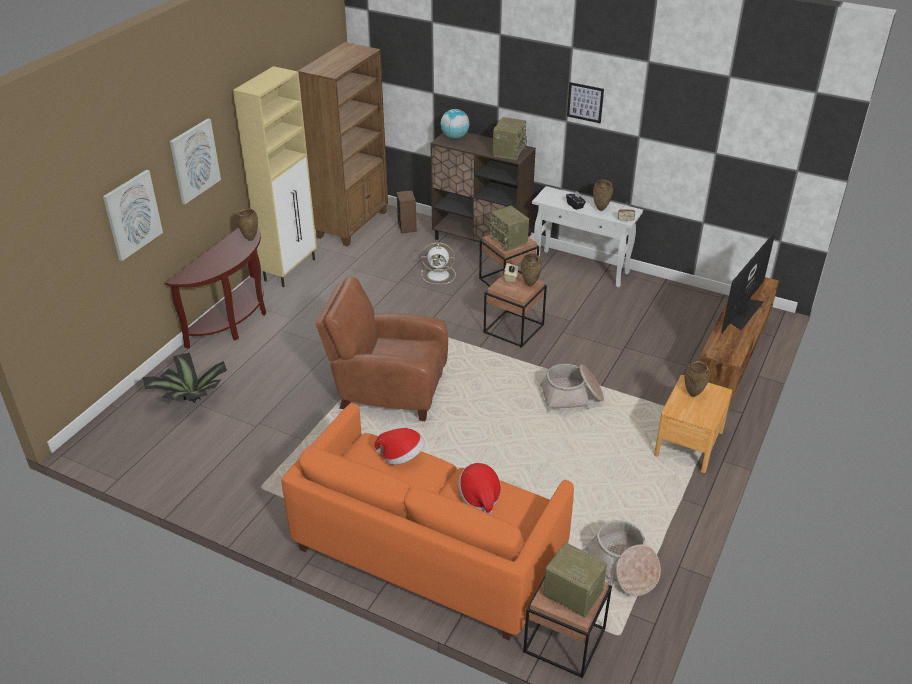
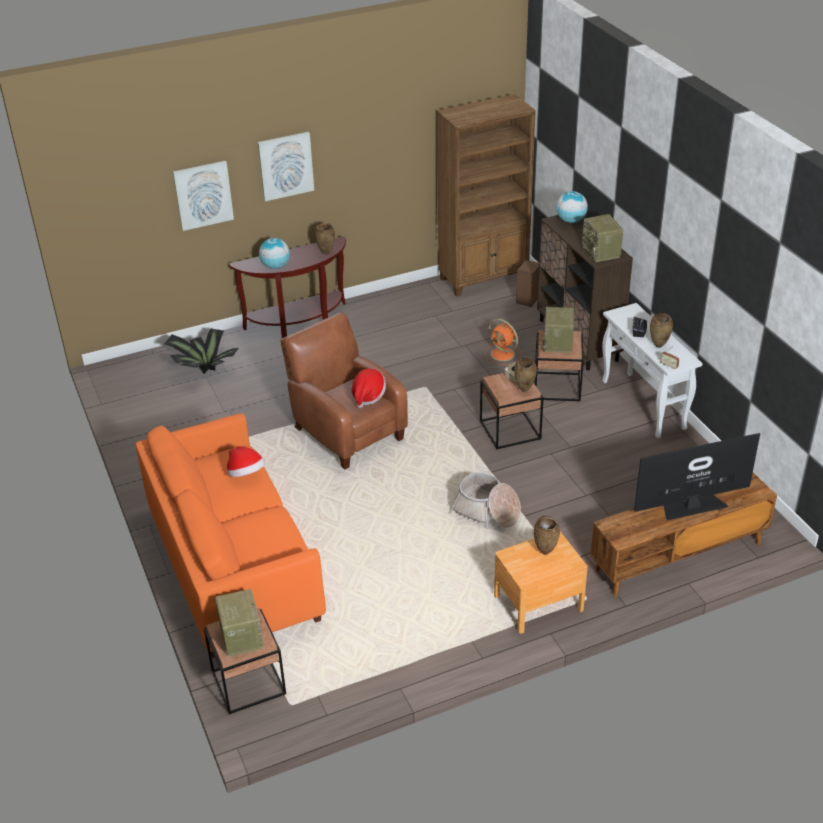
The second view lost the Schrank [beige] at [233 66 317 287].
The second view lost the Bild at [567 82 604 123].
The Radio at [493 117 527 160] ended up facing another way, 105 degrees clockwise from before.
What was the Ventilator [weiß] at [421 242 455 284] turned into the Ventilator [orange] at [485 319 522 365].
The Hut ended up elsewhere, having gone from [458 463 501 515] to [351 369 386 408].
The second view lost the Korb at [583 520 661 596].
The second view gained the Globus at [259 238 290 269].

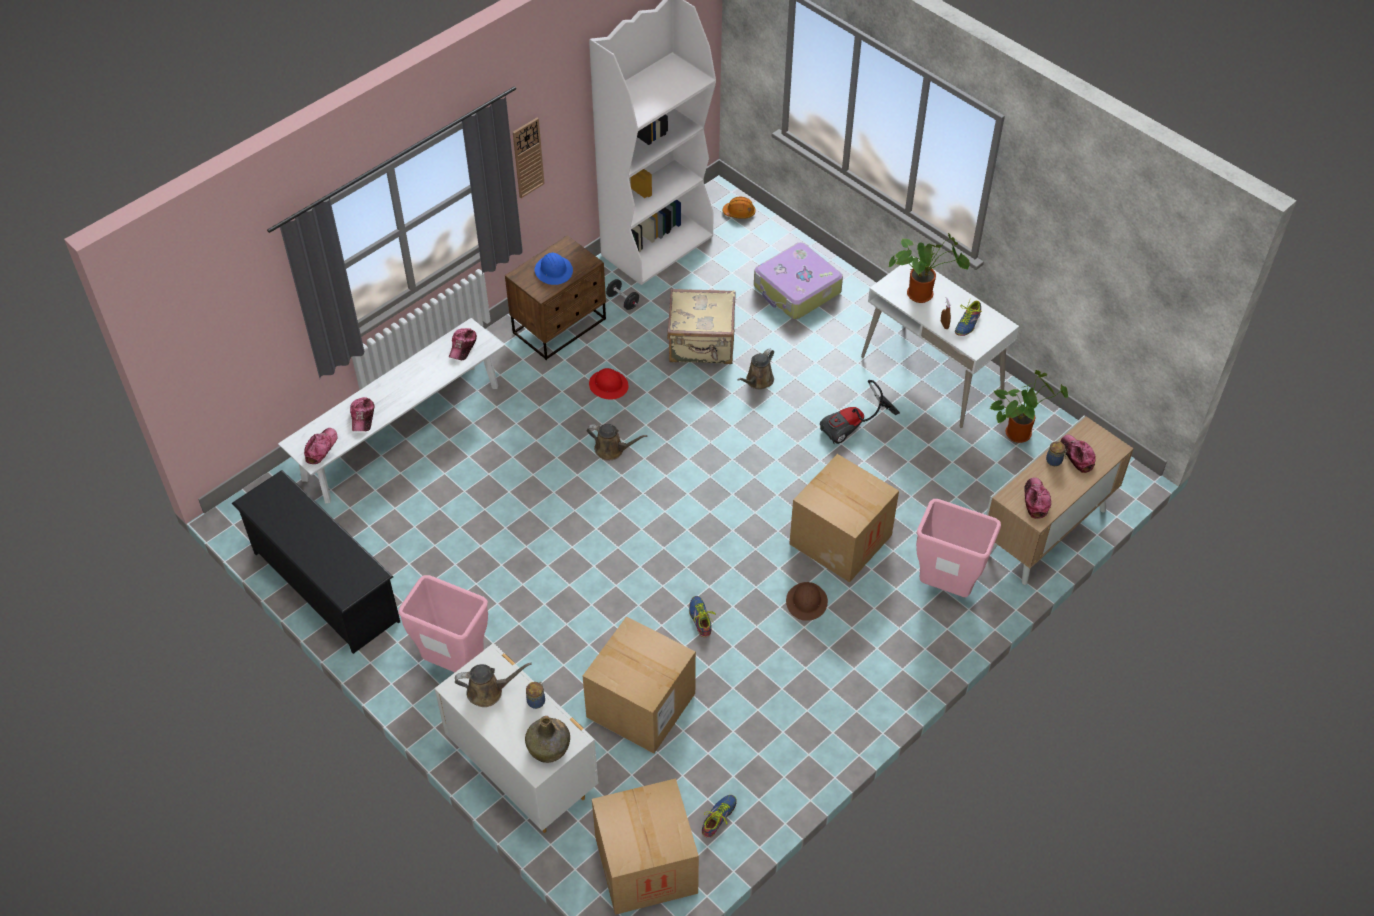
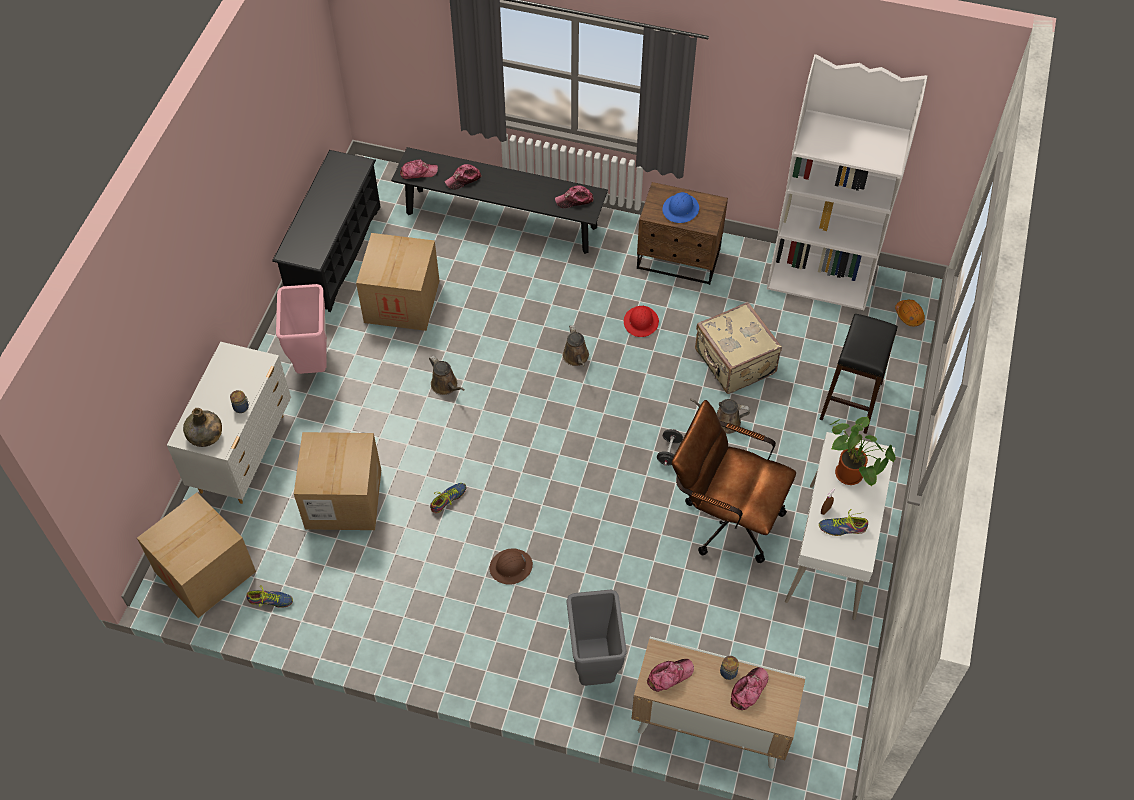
The second view lost the Wanduhr at [513 118 545 198].
Where the Koffer stood at [754 242 843 319], the Hocker [schwarz] came to stand at [819 314 898 434].
The Hantel [schwarz] ended up elsewhere, having gone from [606 279 639 310] to [657 429 683 466].
What was the Bank [weiß] at [278 318 505 503] turned into the Bank [schwarz] at [391 147 608 254].
The second view lost the Topfpflanze at [989 370 1068 443].
Where the Staubsauger stood at [820 380 900 444], the Bürostuhl [braun] came to stand at [672 400 796 563].
The Karton ended up elsewhere, having gone from [789 454 899 583] to [356 233 440 331].
What was the Mülleimer [rosa] at [916 499 1001 597] turned into the Mülleimer [grau] at [566 590 627 686].
The Gießkanne [braun] ended up elsewhere, having gone from [455 663 532 707] to [429 355 465 395].

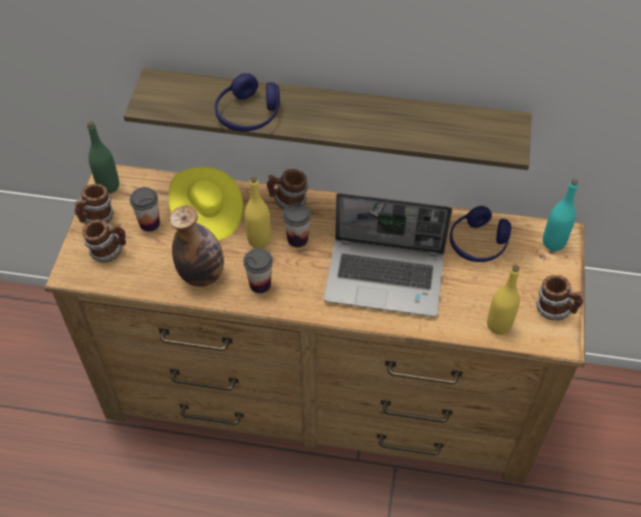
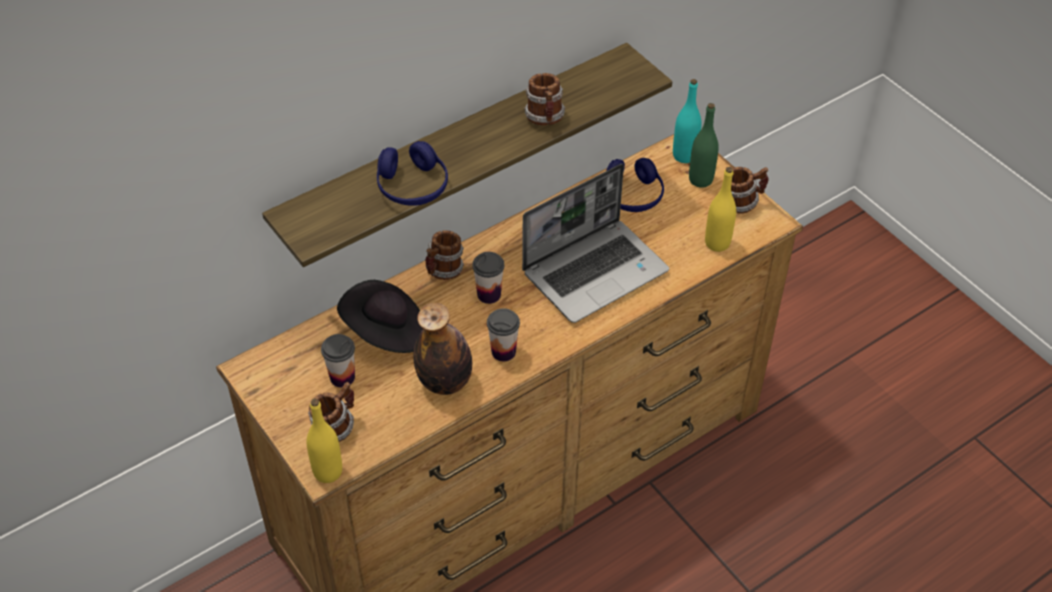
The Flasche [grün] ended up elsewhere, having gone from [87 121 119 194] to [689 103 719 188].
What was the Hut [gelb] at [169 167 243 241] turned into the Hut [schwarz] at [337 280 423 353].
The Flasche [gelb] ended up elsewhere, having gone from [244 177 271 248] to [306 399 342 483].
The Henkelbecher ended up elsewhere, having gone from [74 183 114 224] to [524 73 565 126].

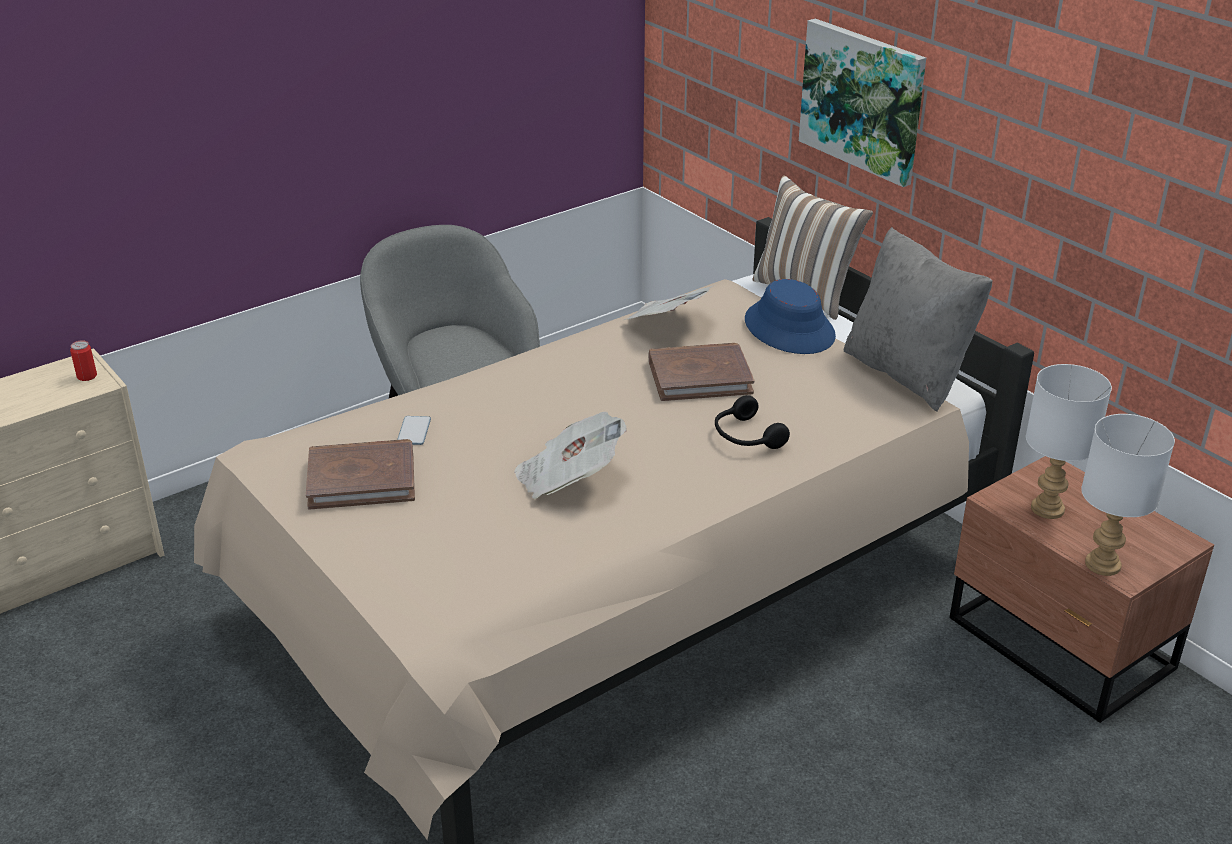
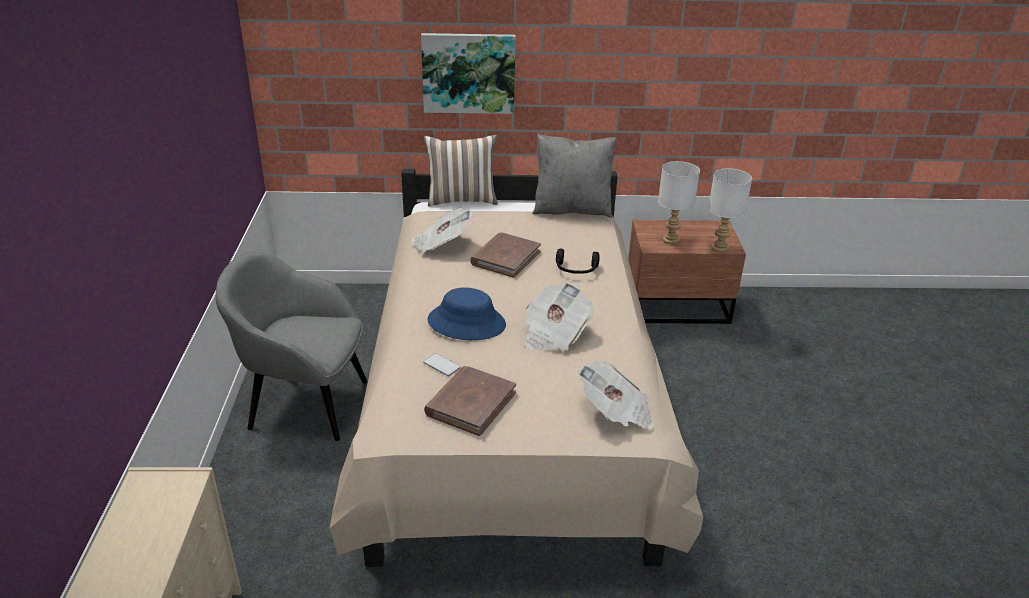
The Hut [blau] ended up elsewhere, having gone from [745 279 836 354] to [427 288 506 340].
The second view lost the Dose at [70 341 97 381].
The second view gained the Zeitung at [578 361 654 429].

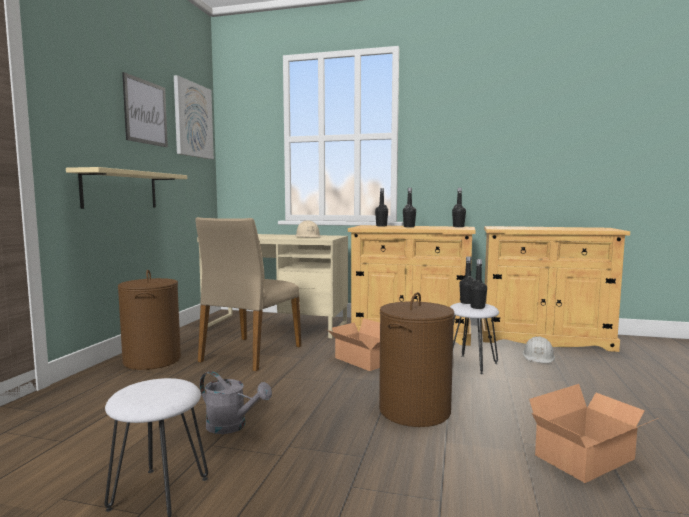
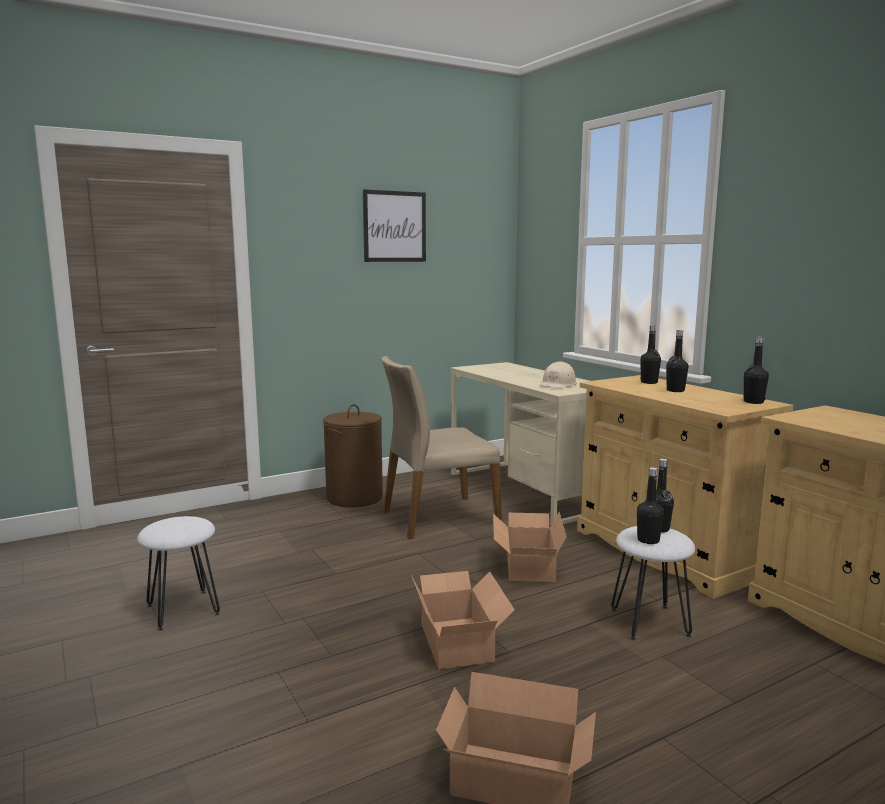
The second view lost the Bild at [174 75 214 159].
The second view lost the Wandregal [beige] at [66 167 187 209].
Where the Wäschekorb [braun] stood at [379 292 454 427], the Karton came to stand at [411 571 515 669].
The second view lost the Schutzhelm [weiß] at [523 337 555 364].
The second view lost the Gießkanne [grau] at [200 371 272 434].

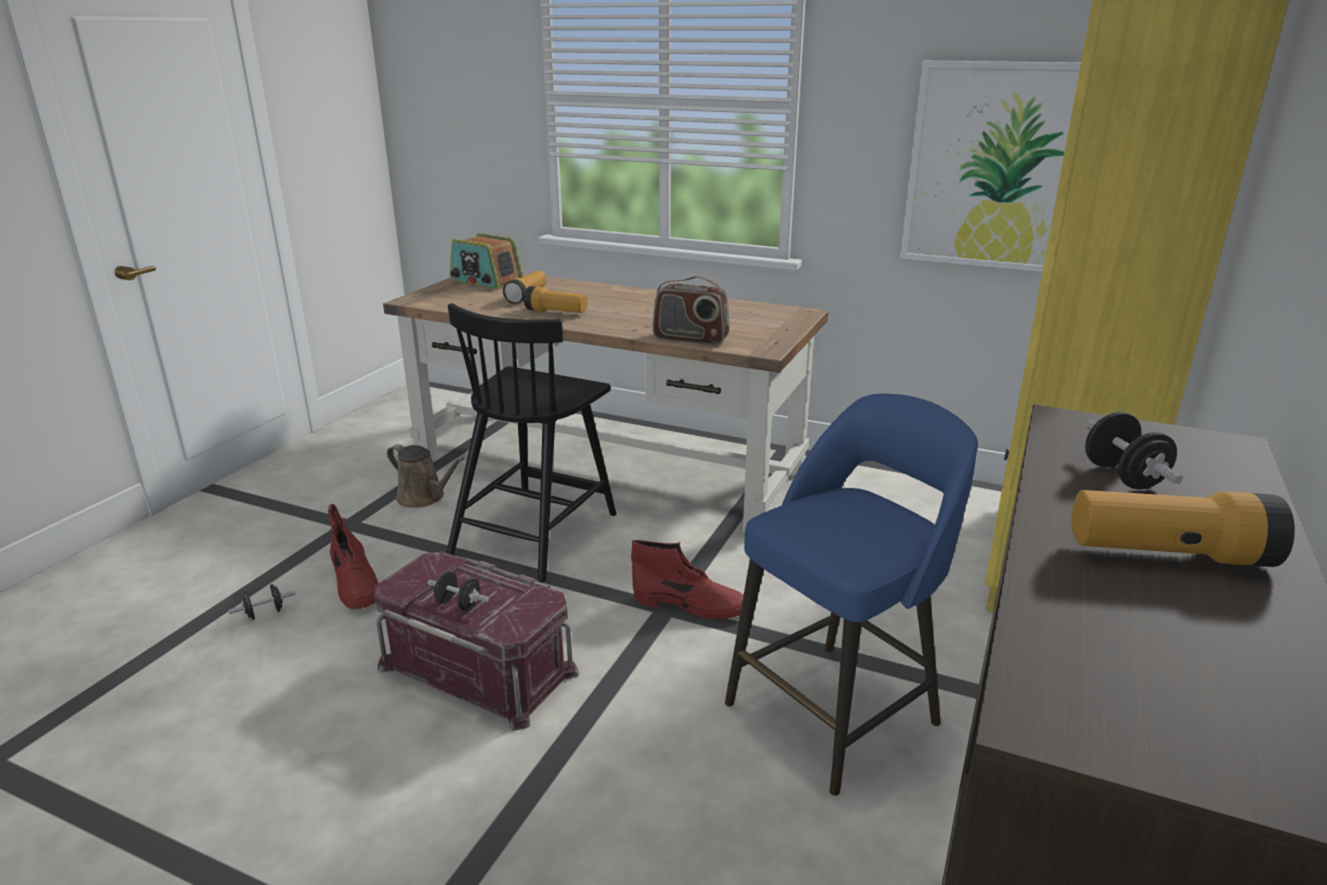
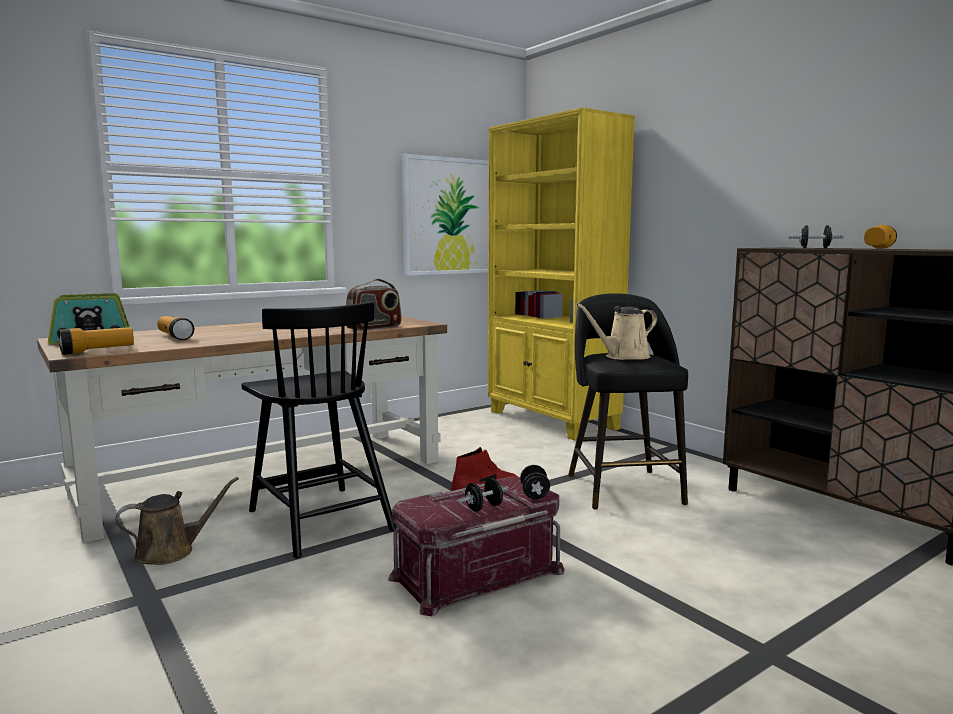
The Taschenlampe ended up elsewhere, having gone from [524 286 587 313] to [58 327 134 355].
What was the Hocker [blau] at [725 394 978 796] turned into the Hocker [schwarz] at [568 293 688 510].
The second view lost the Stiefel [rot] at [328 504 379 609].
The Hantel [schwarz] ended up elsewhere, having gone from [228 584 296 620] to [520 465 550 499].
The second view gained the Gießkanne [beige] at [576 303 657 360].

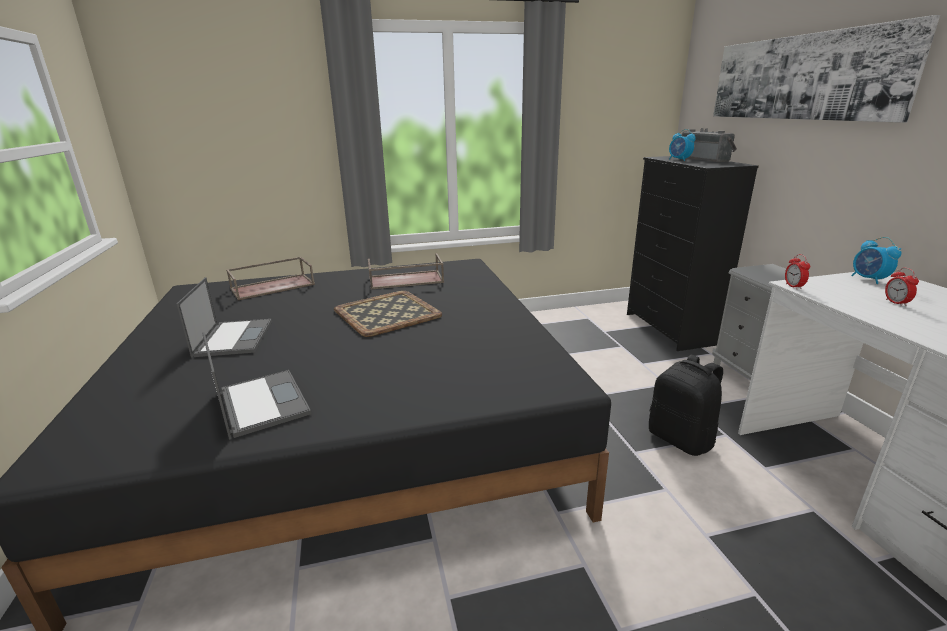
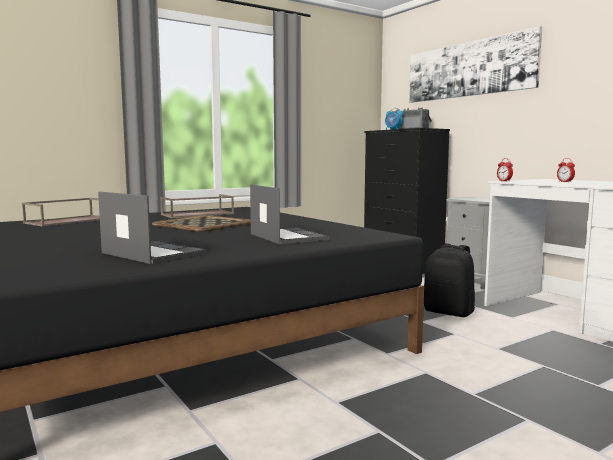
The second view lost the Wecker at [851 237 902 284].
The Laptop ended up elsewhere, having gone from [177 277 272 357] to [250 185 330 244].

